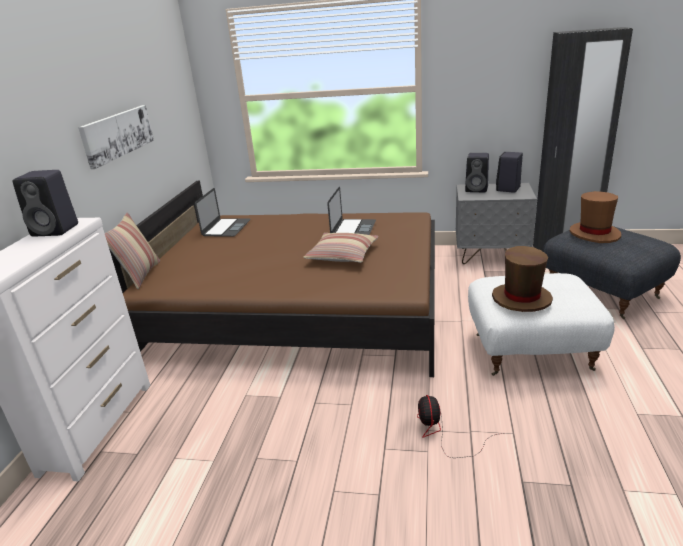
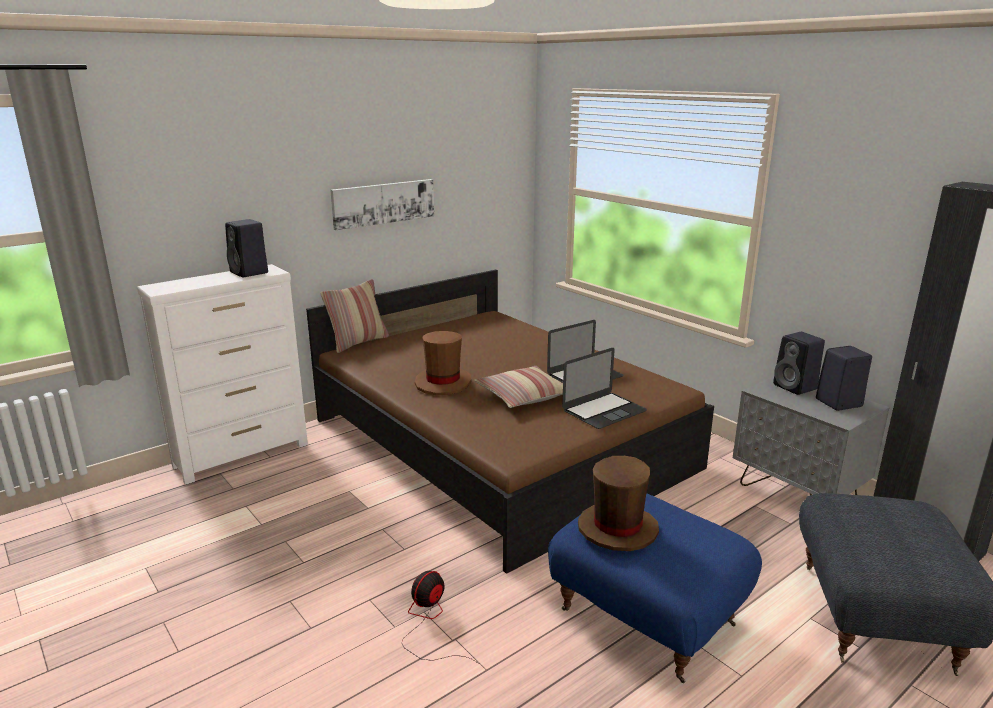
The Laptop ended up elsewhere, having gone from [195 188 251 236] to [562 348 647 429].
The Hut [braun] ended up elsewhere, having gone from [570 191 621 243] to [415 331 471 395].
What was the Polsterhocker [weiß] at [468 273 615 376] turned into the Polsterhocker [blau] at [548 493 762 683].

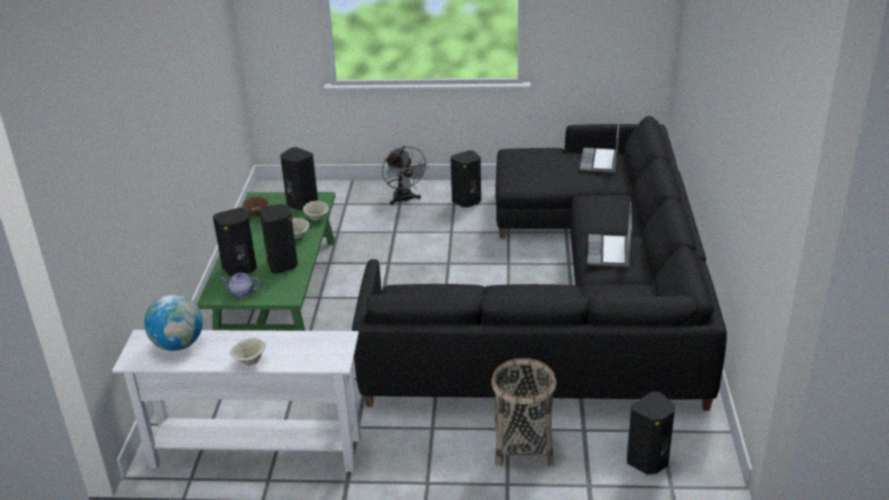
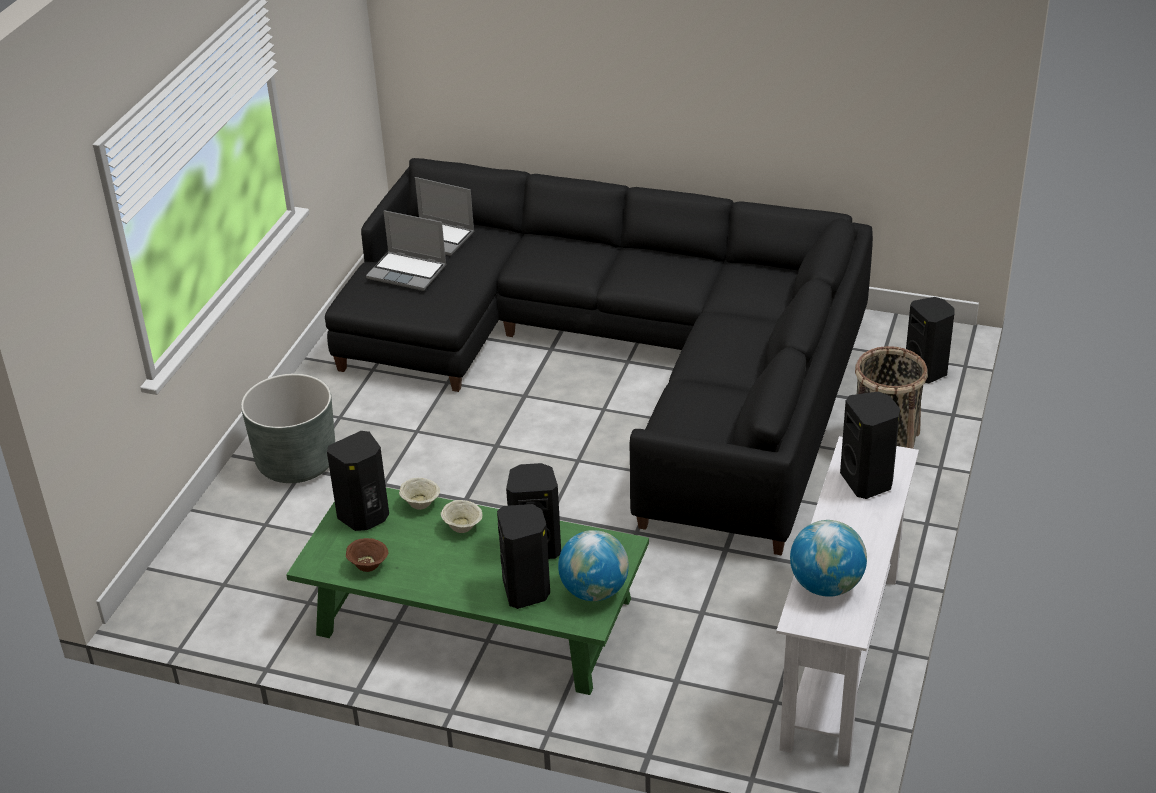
Where the Ventilator [grau] stood at [382 146 429 205], the Pflanzkübel [grau] came to stand at [241 374 335 483].
The Lautsprecher [schwarz] ended up elsewhere, having gone from [451 150 481 208] to [840 392 900 499].
The Laptop ended up elsewhere, having gone from [587 202 632 267] to [366 210 446 291].
Where the Teekanne stood at [220 273 261 297], the Globus came to stand at [558 530 629 601].
The second view lost the Schüssel [beige] at [230 338 266 366].

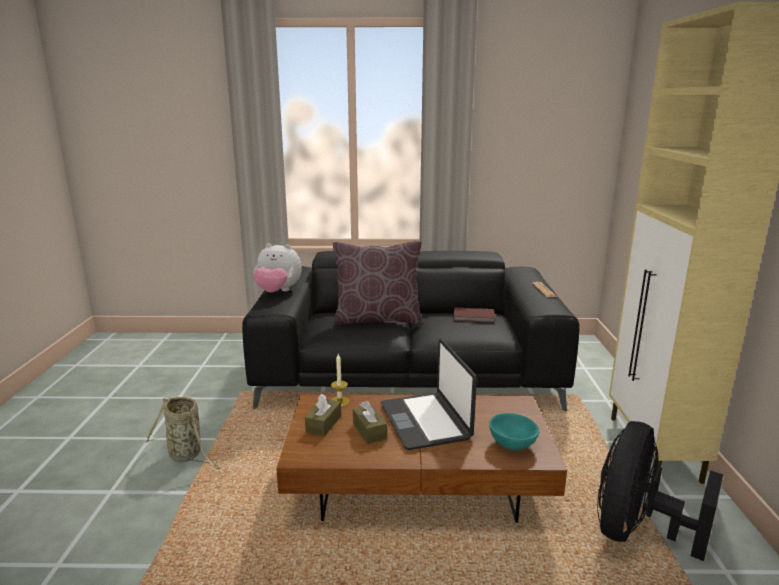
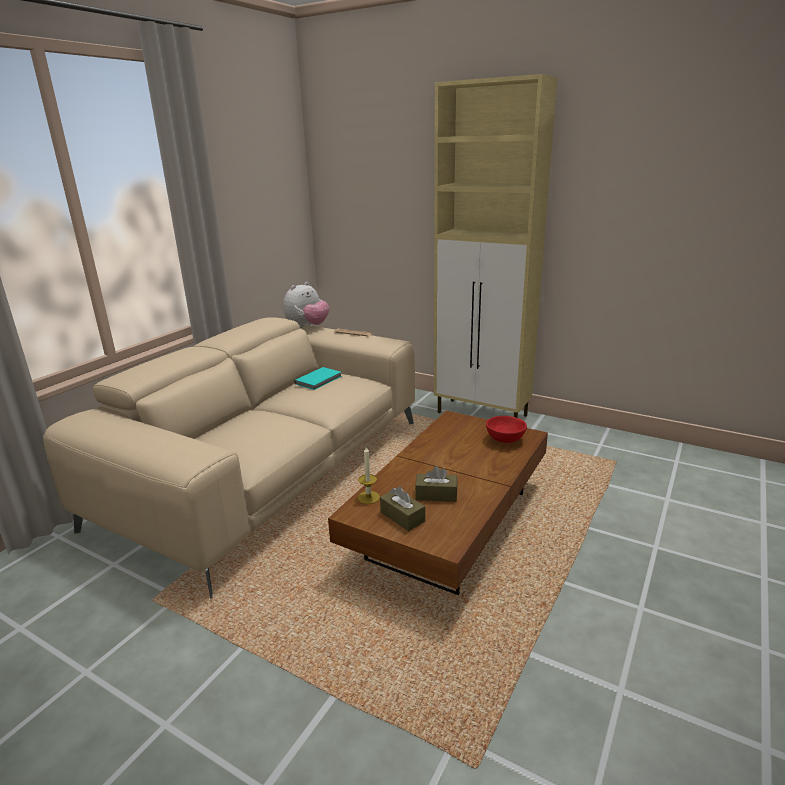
The second view lost the Kissen [braun] at [333 241 423 324].
The Plüschtier ended up elsewhere, having gone from [253 243 302 293] to [283 282 330 328].
What was the Sofa [schwarz] at [242 251 579 412] turned into the Sofa [beige] at [43 317 415 599].
What was the Buch [braun] at [454 308 495 323] turned into the Buch [türkis] at [294 367 342 390].
The second view lost the Laptop at [381 339 477 450].
The second view lost the Korb at [145 397 221 469].
What was the Schüssel [türkis] at [489 413 539 450] turned into the Schüssel [rot] at [486 416 527 443].
The second view lost the Ventilator [schwarz] at [597 421 723 561].

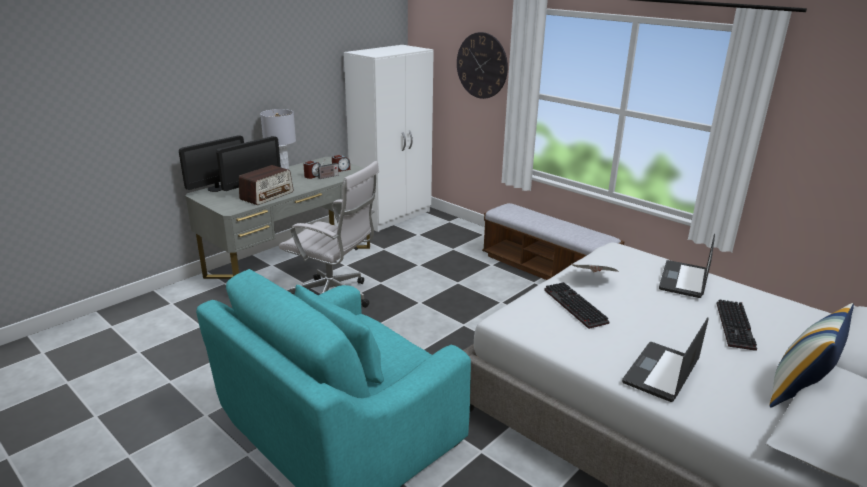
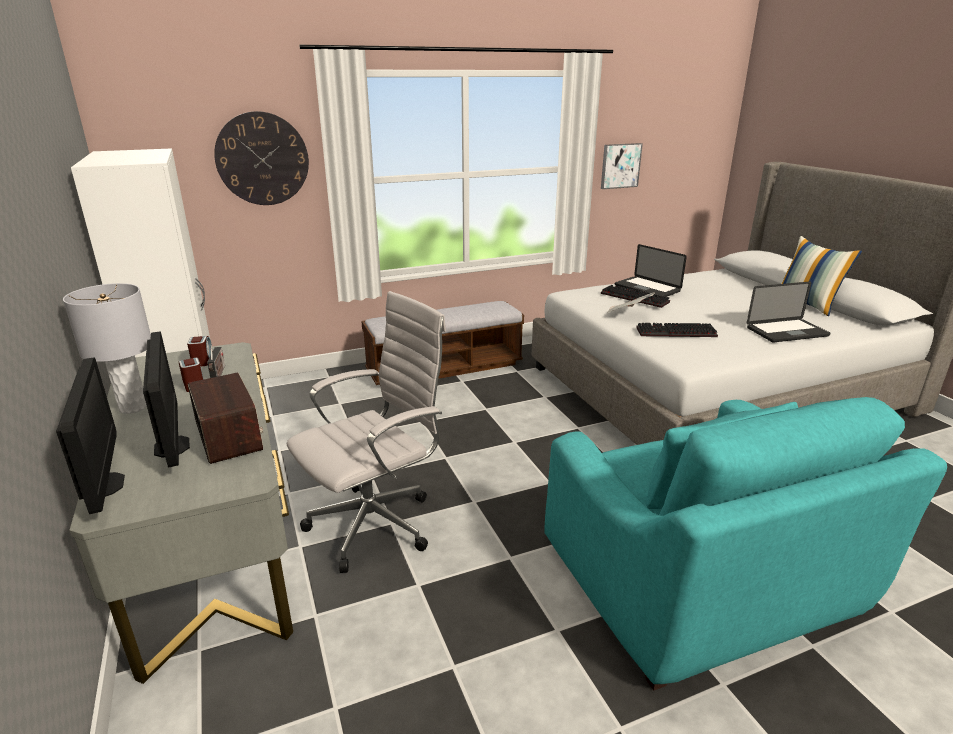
The Tastatur ended up elsewhere, having gone from [717 299 757 351] to [601 285 670 308].
The Laptop at [622 317 708 402] ended up facing another way, 75 degrees counterclockwise from before.
The second view gained the Bild at [601 143 643 189].

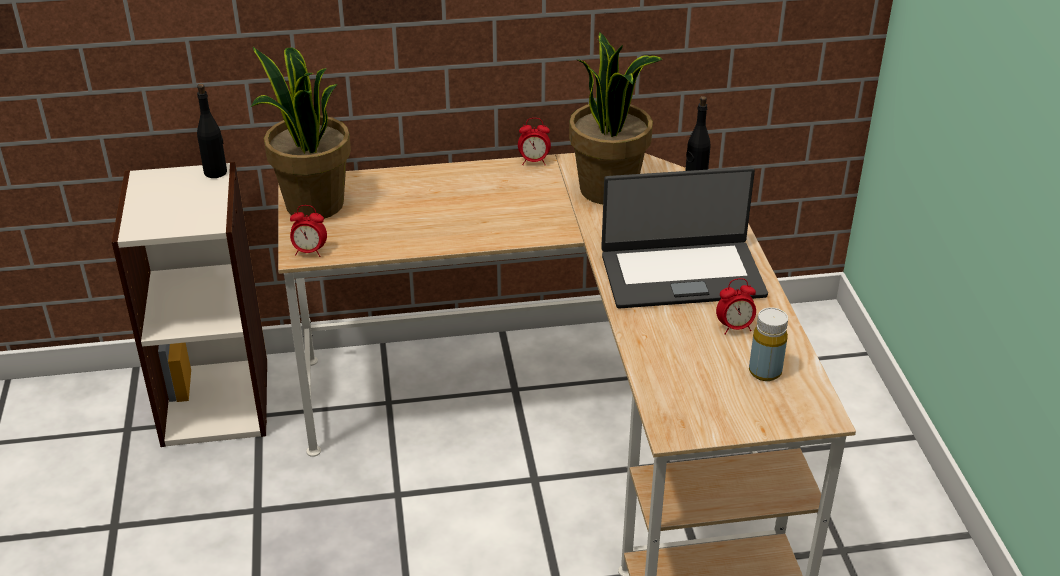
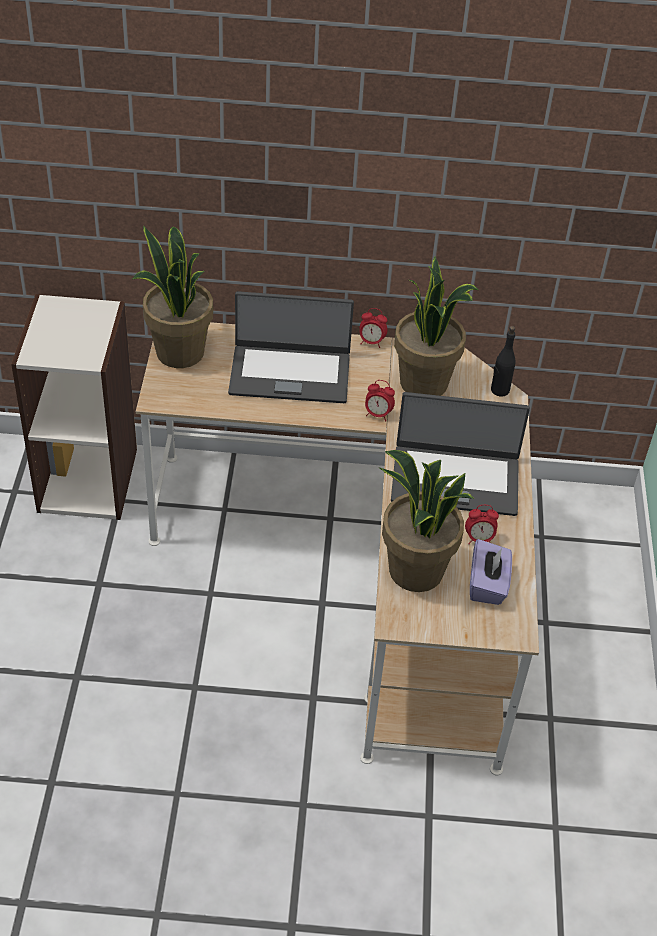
The second view lost the Flasche [schwarz] at [197 84 227 178].
The Wecker ended up elsewhere, having gone from [290 205 327 257] to [365 380 395 421].
Where the Flasche [gelb] stood at [749 307 788 381], the Taschentuchbox [lila] came to stand at [470 539 512 605].
The second view gained the Laptop at [228 291 354 403].
The second view gained the Topfpflanze at [379 450 475 592].

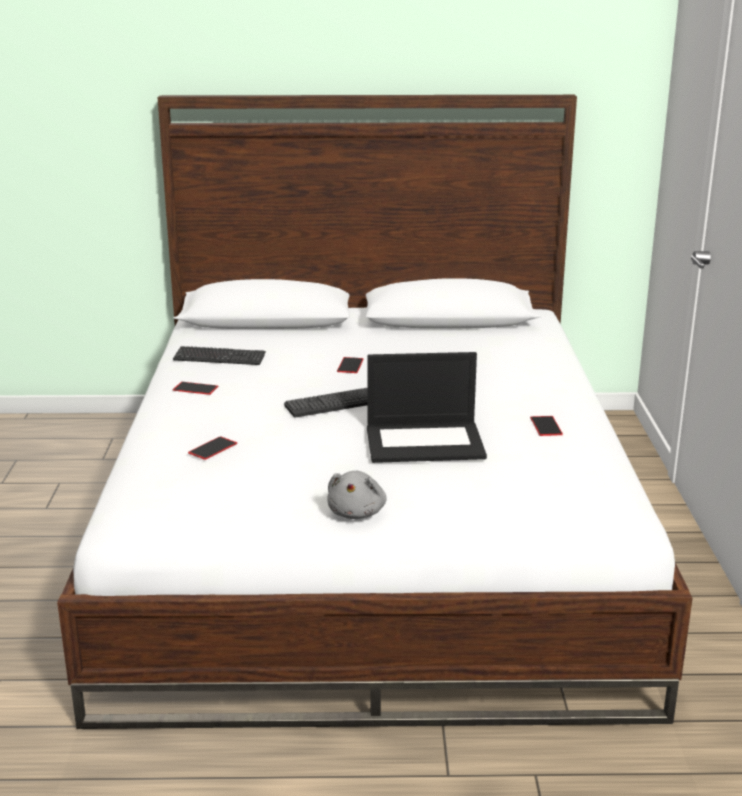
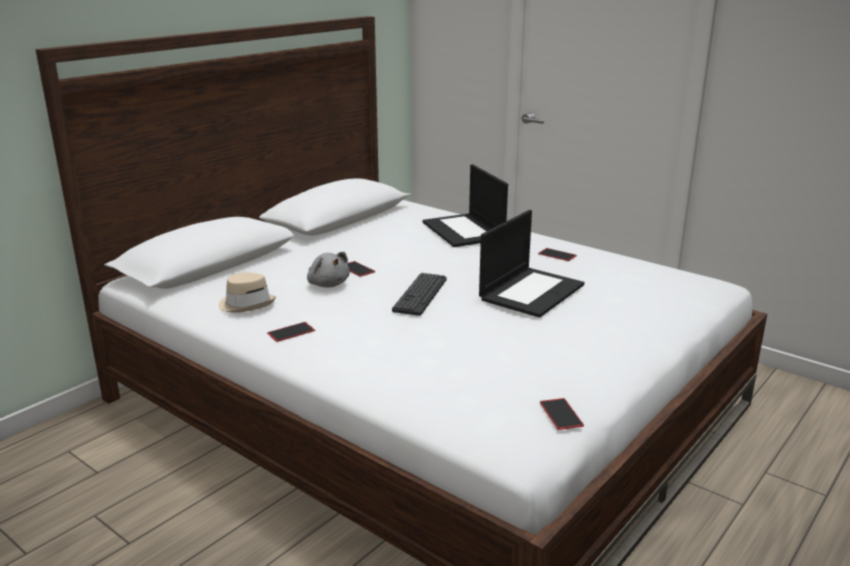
Where the Tastatur stood at [173 346 266 365], the Hut [beige] came to stand at [219 272 276 313].
The Handy ended up elsewhere, having gone from [188 436 237 460] to [540 398 584 430].
The Plüschtier [grau] ended up elsewhere, having gone from [327 471 387 519] to [307 252 350 288].
The second view gained the Laptop at [423 164 508 247].

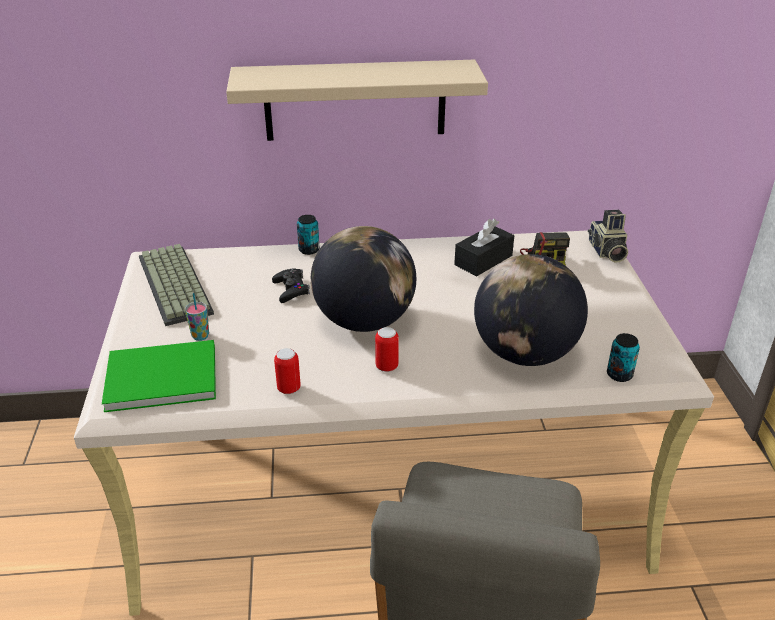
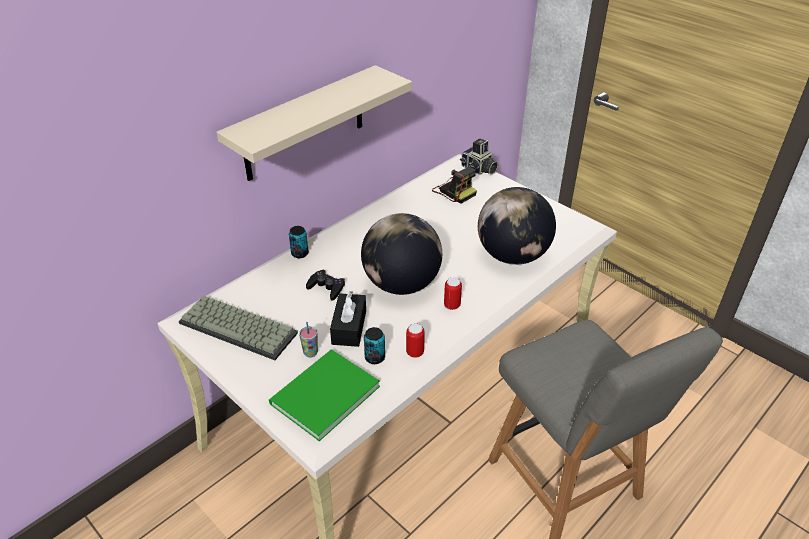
The Taschentuchbox [schwarz] ended up elsewhere, having gone from [454 219 514 276] to [330 291 366 347].
The Dose ended up elsewhere, having gone from [607 333 640 382] to [364 327 385 364].

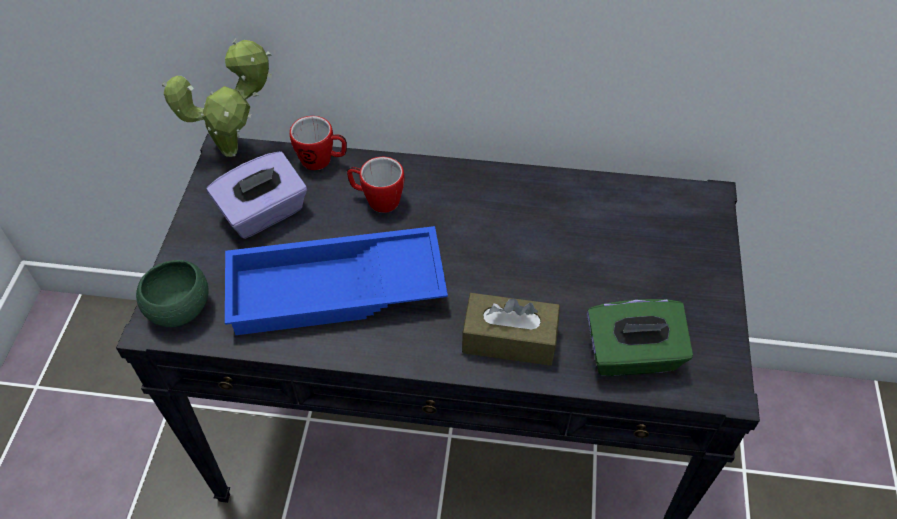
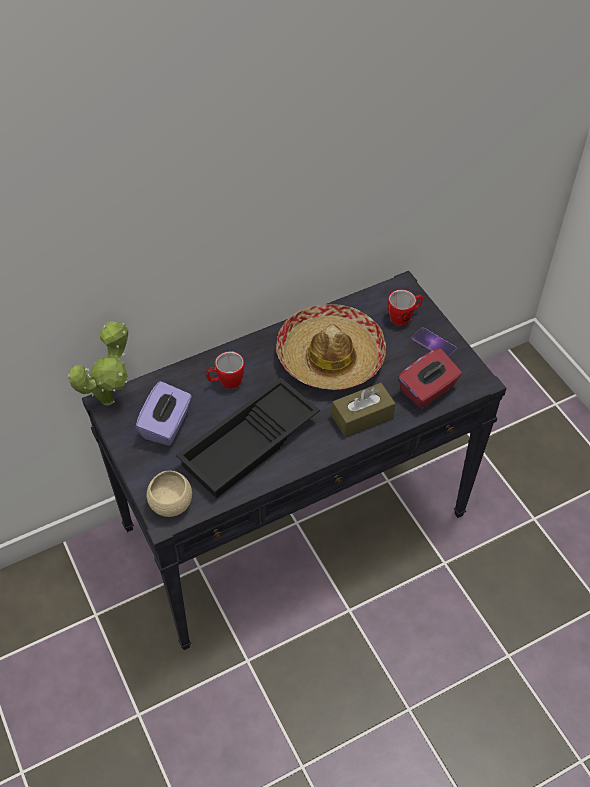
The Henkelbecher ended up elsewhere, having gone from [290 116 347 170] to [388 290 423 326].
What was the Tablett [blau] at [225 226 448 335] turned into the Tablett [schwarz] at [176 378 320 499].
What was the Schüssel [grün] at [136 260 209 327] turned into the Schüssel [beige] at [147 470 192 517].
What was the Taschentuchbox [grün] at [587 299 693 376] turned into the Taschentuchbox [rot] at [398 348 462 409].
The second view gained the Hut at [276 304 386 390].
The second view gained the Handy at [411 327 457 357].

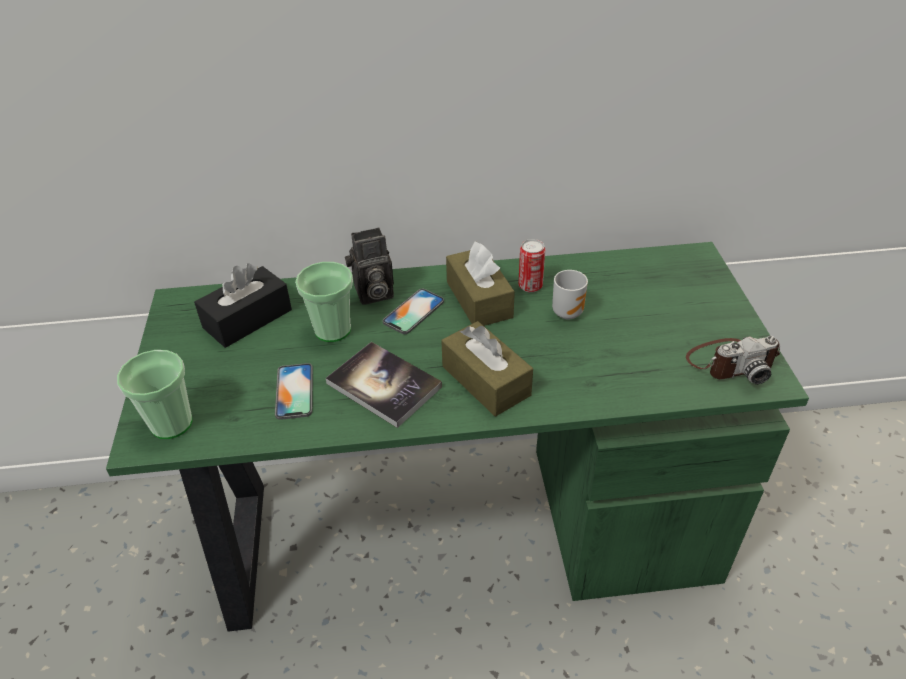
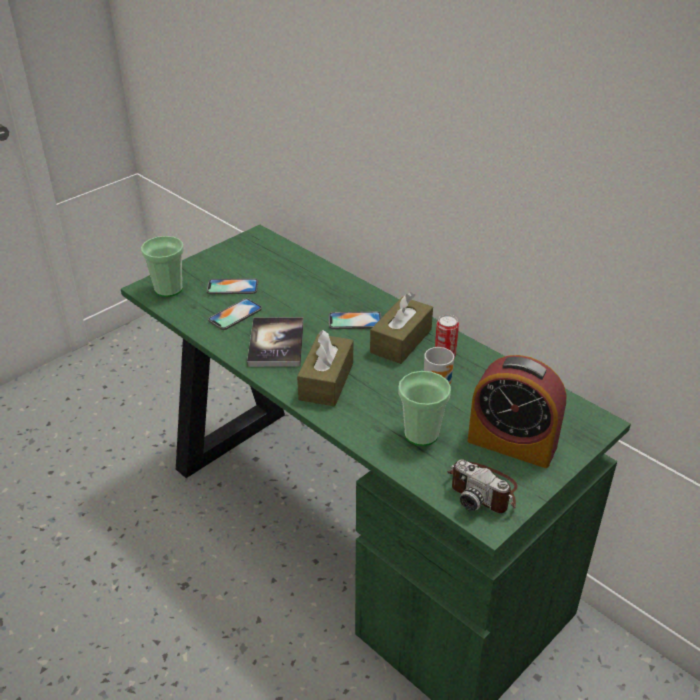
The second view lost the Kamera at [345 227 394 305].
The Tasse ended up elsewhere, having gone from [295 262 353 342] to [398 371 451 446].
The second view lost the Taschentuchbox [schwarz] at [194 263 292 348].
The second view gained the Handy at [207 278 258 294].
The second view gained the Wecker at [468 355 567 468].

